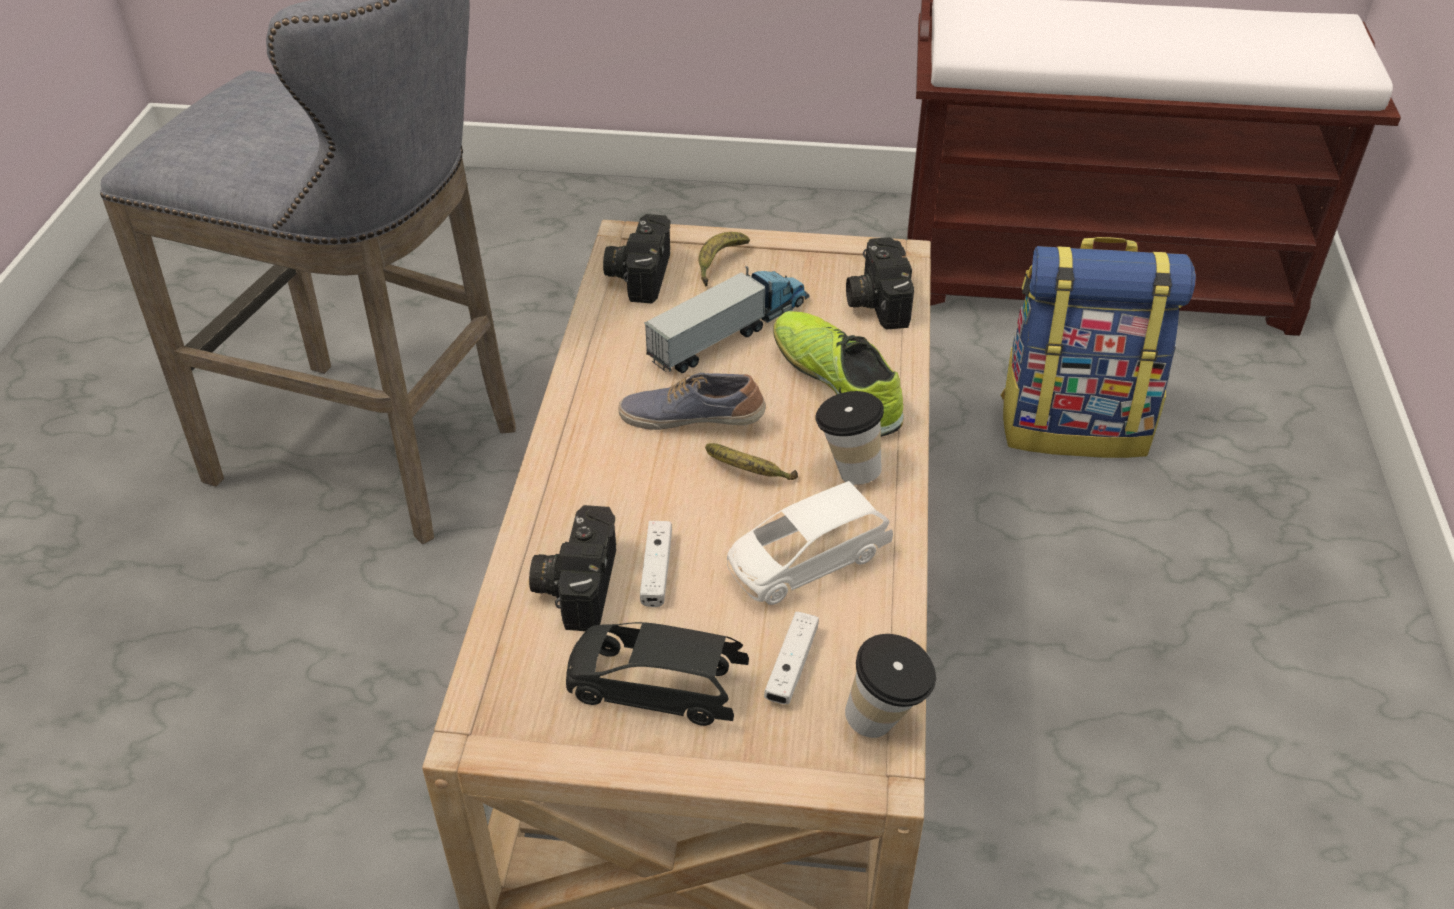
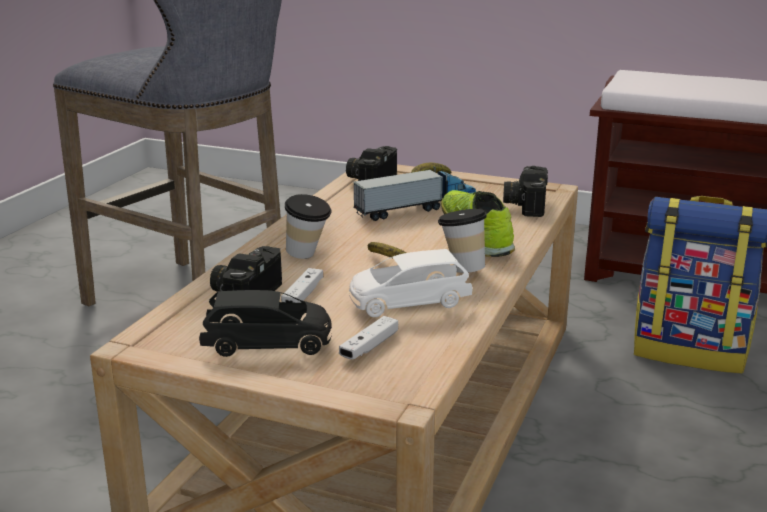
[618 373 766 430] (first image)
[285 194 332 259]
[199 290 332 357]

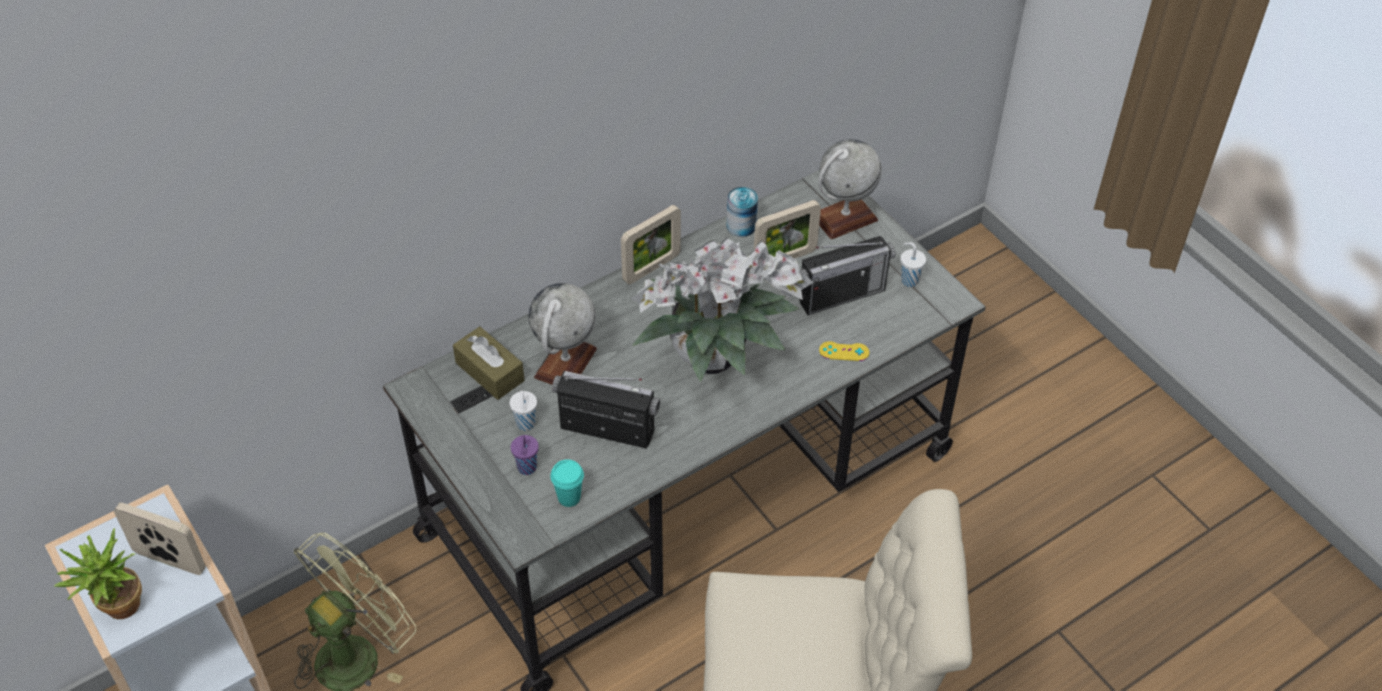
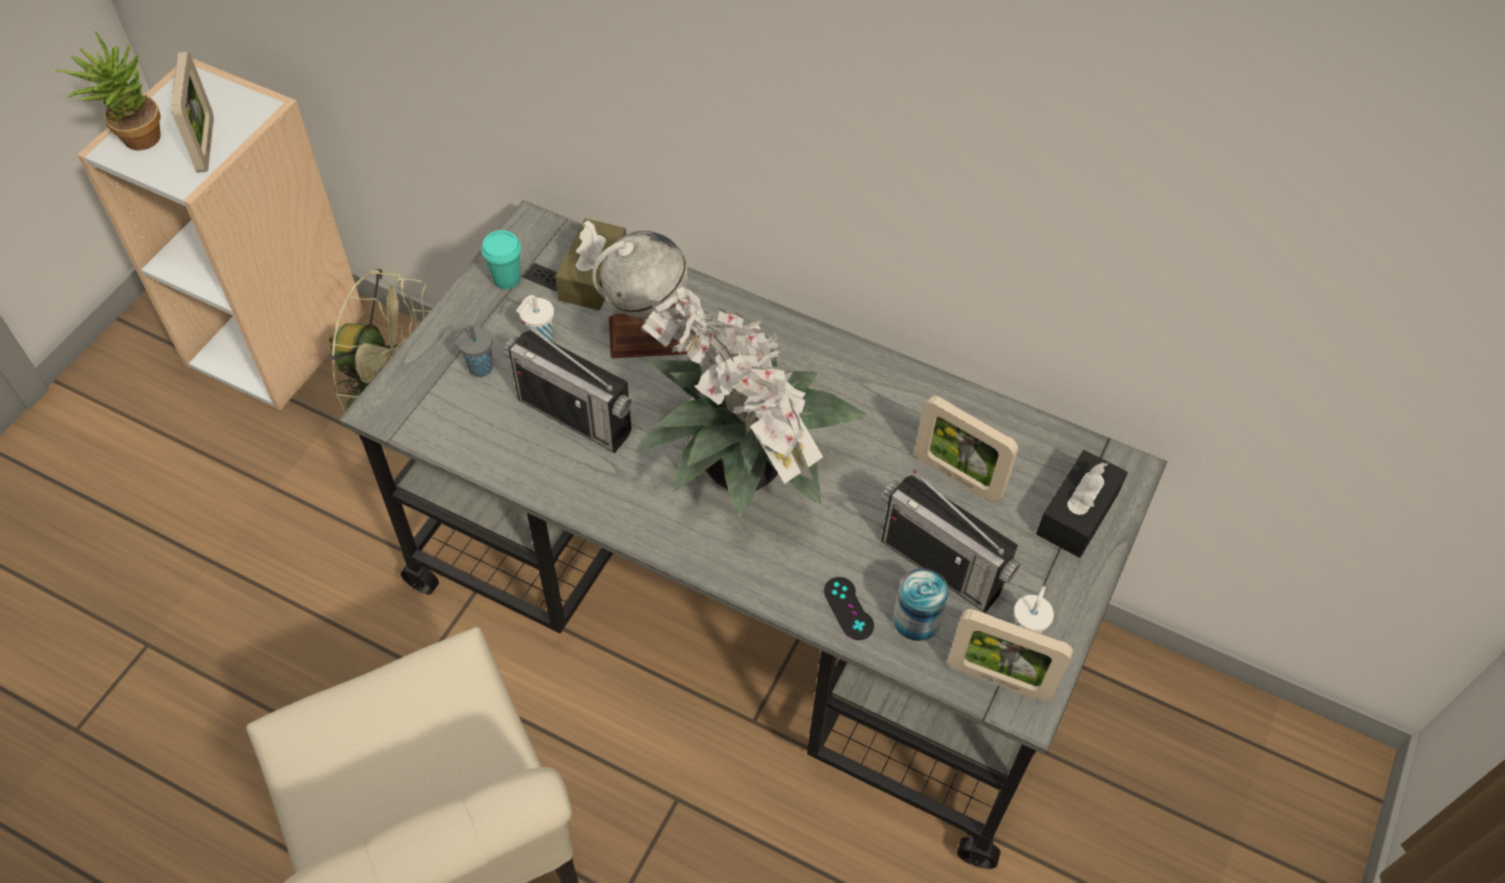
[481 230 521 289]
[947 609 1073 702]
[893 568 949 641]
[1036 450 1128 558]
[452 324 493 377]
[824 577 874 640]
[504 321 632 453]

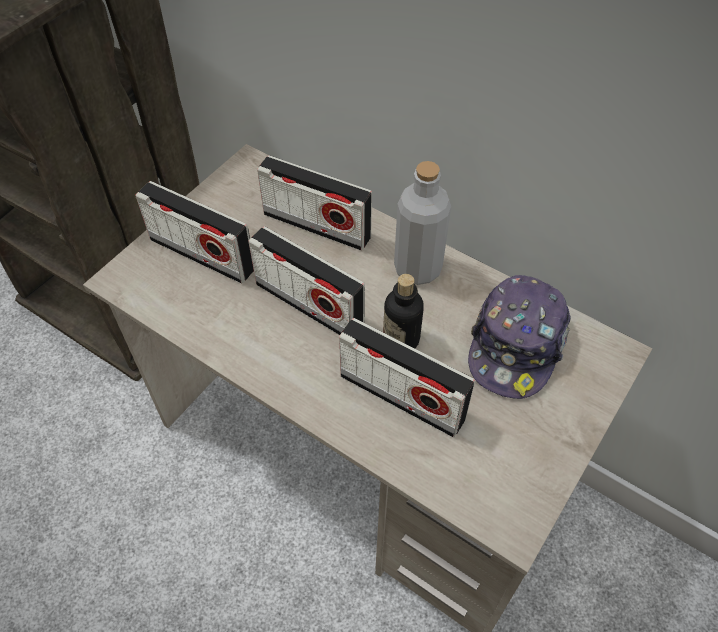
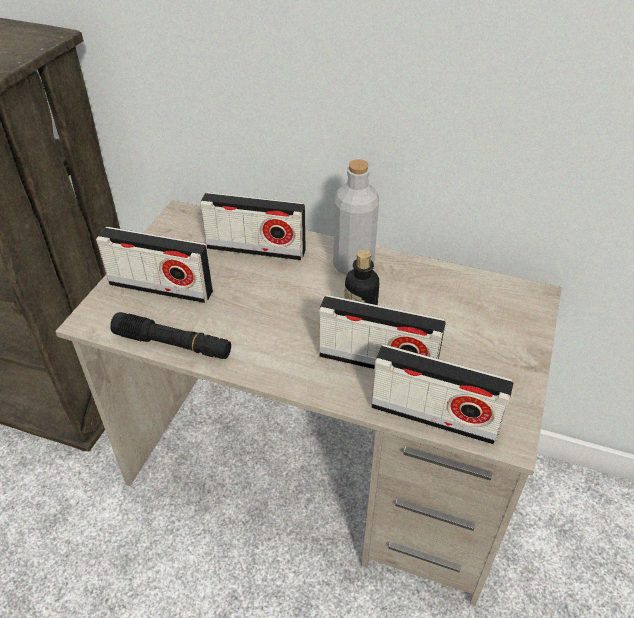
[468 275 571 399] (first image)
[110 312 231 359]
[371 344 513 445]

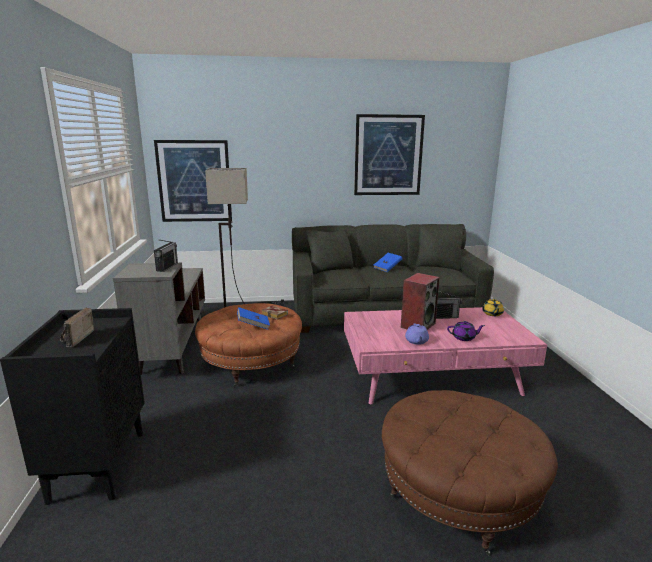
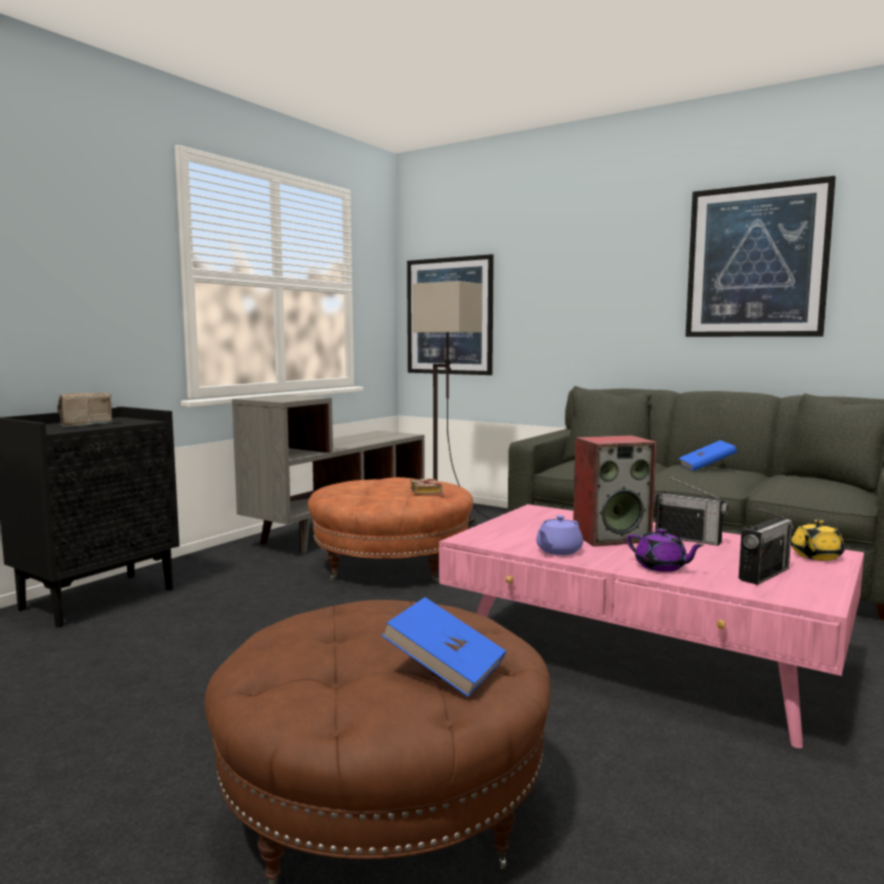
[739 508 793 585]
[381 597 506 697]

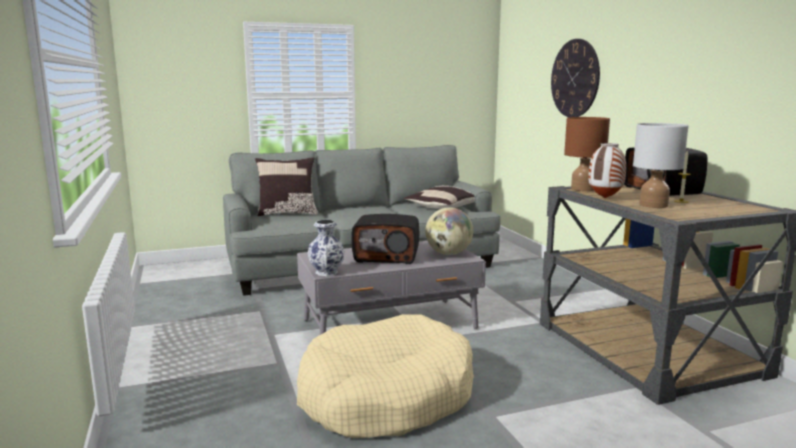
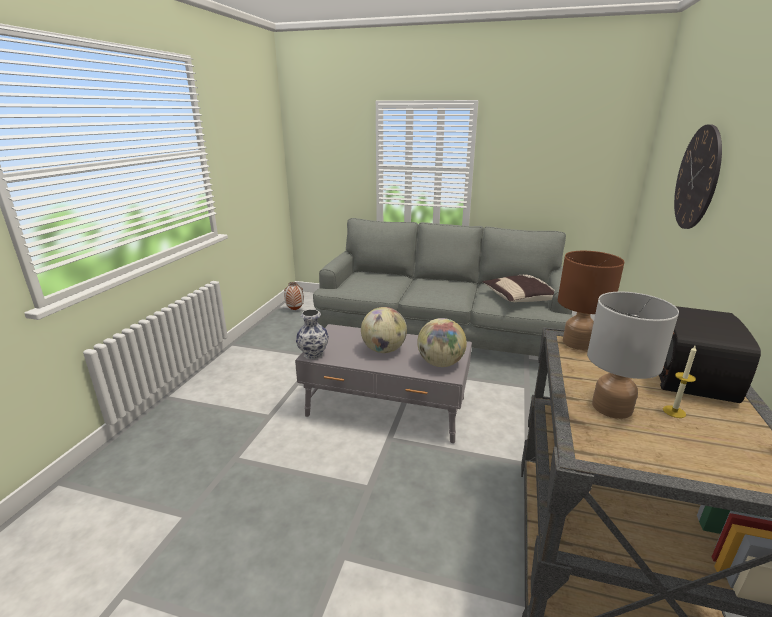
[255 158 318 216] (first image)
[297 314 474 438] (first image)
[284 282 304 310]
[361 307 407 353]

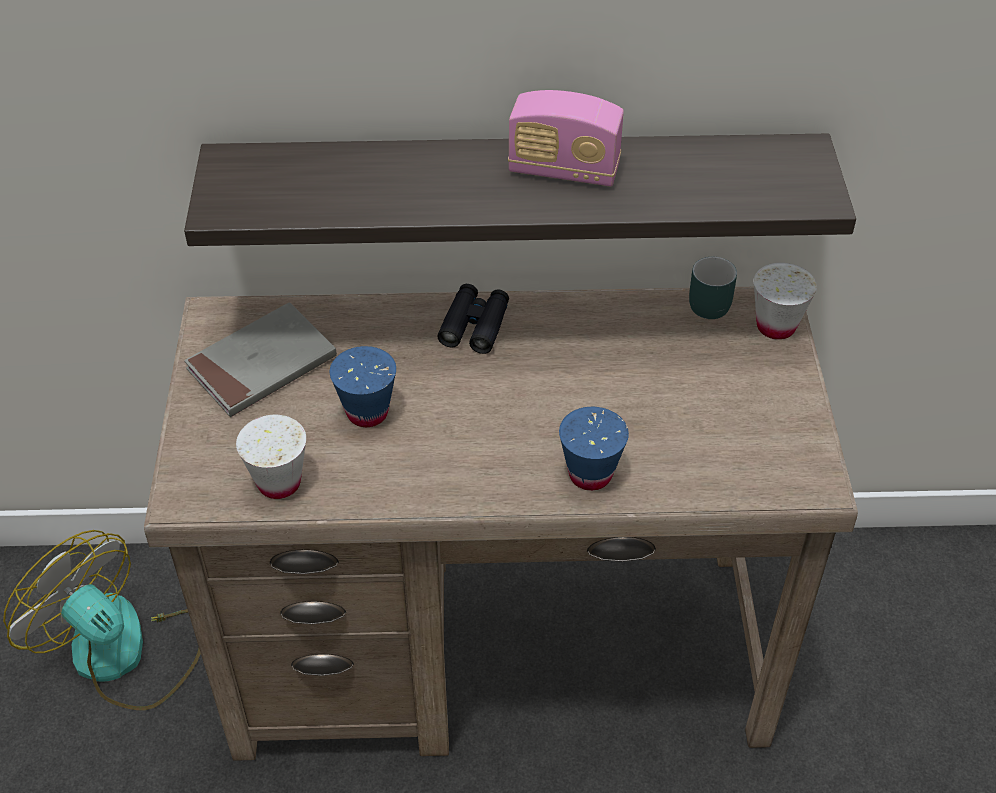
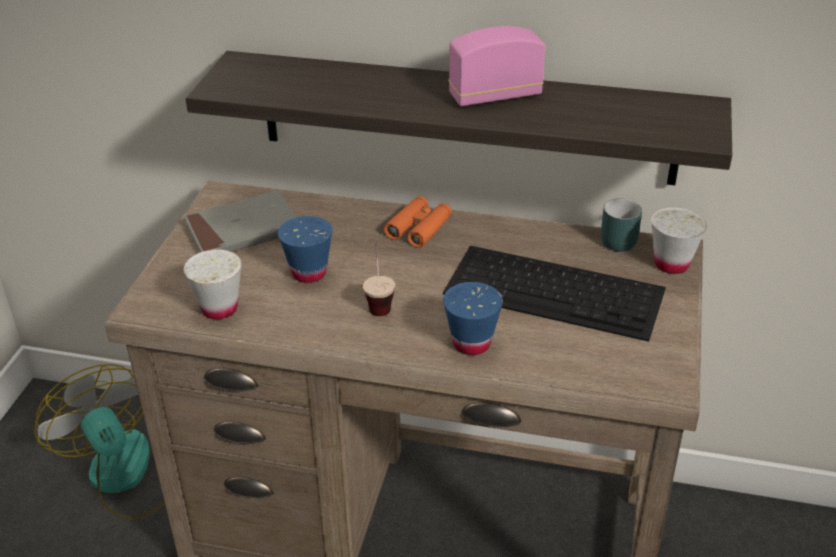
[363 242 395 316]
[443 245 666 342]
[384 196 452 248]
[449 26 545 106]

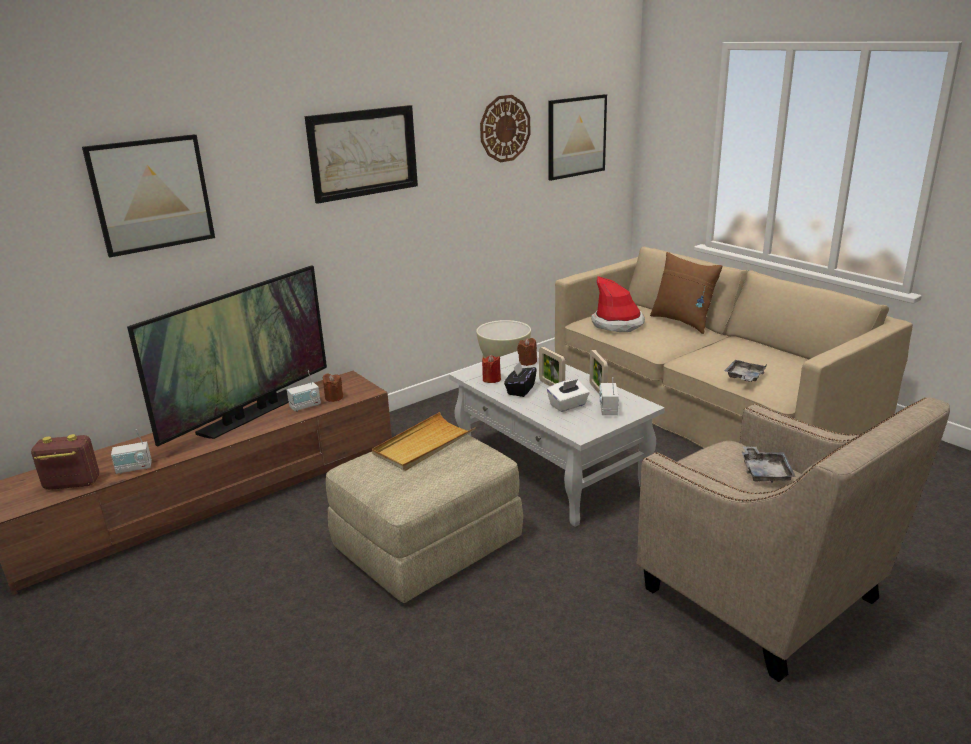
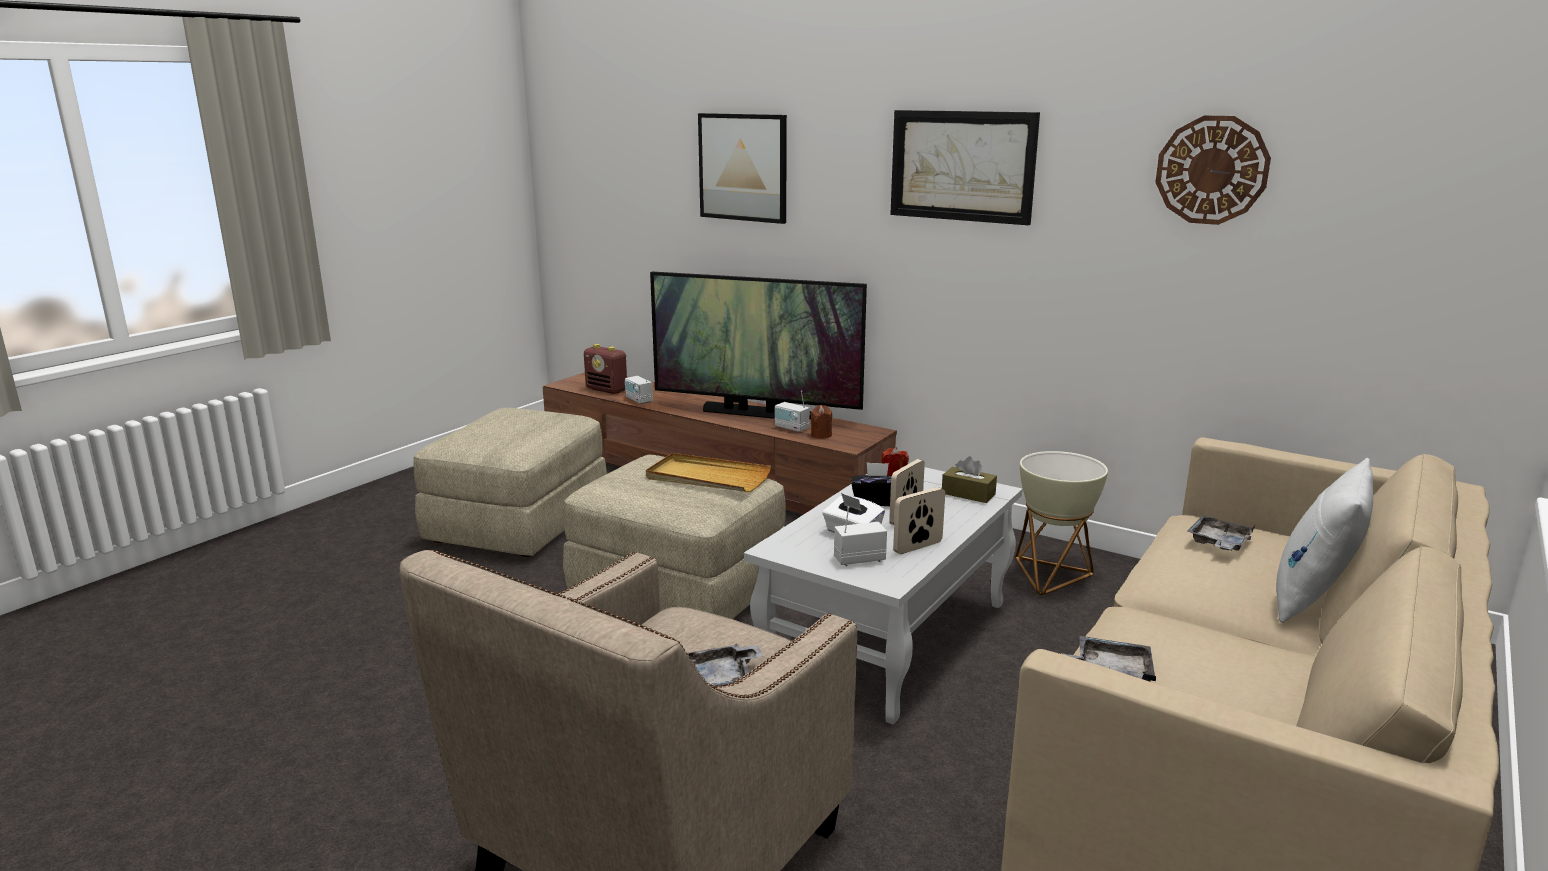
[548 94 607 181] (first image)
[413 408 607 557]
[942 456 997 503]
[1187 515 1256 551]
[1276 458 1373 623]
[584 344 627 394]

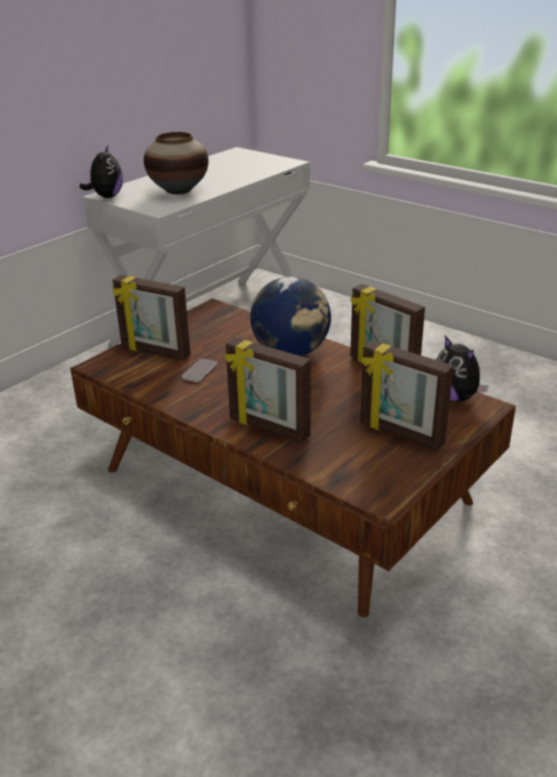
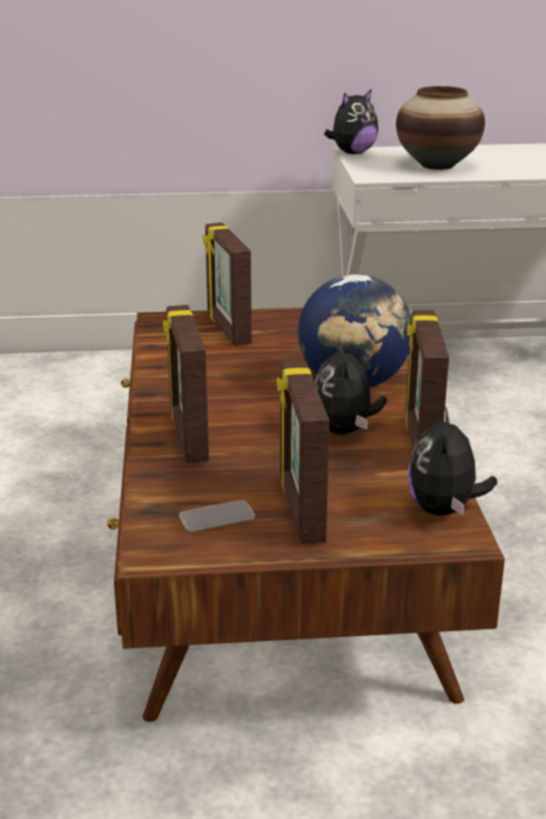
[315 339 387 435]
[180 500 255 532]

